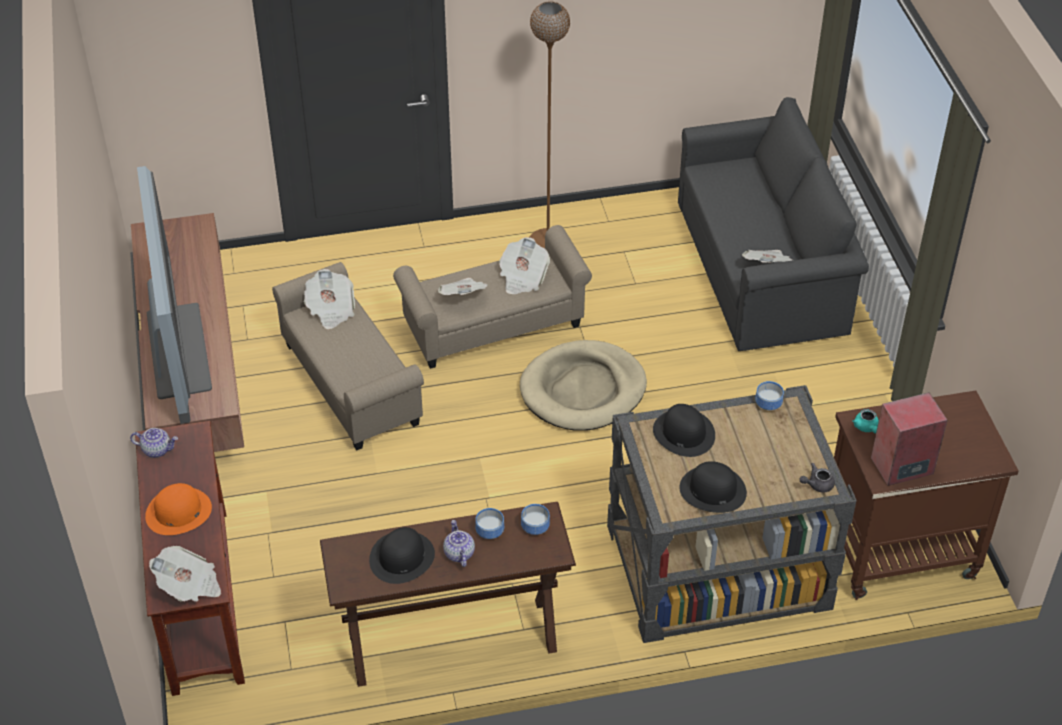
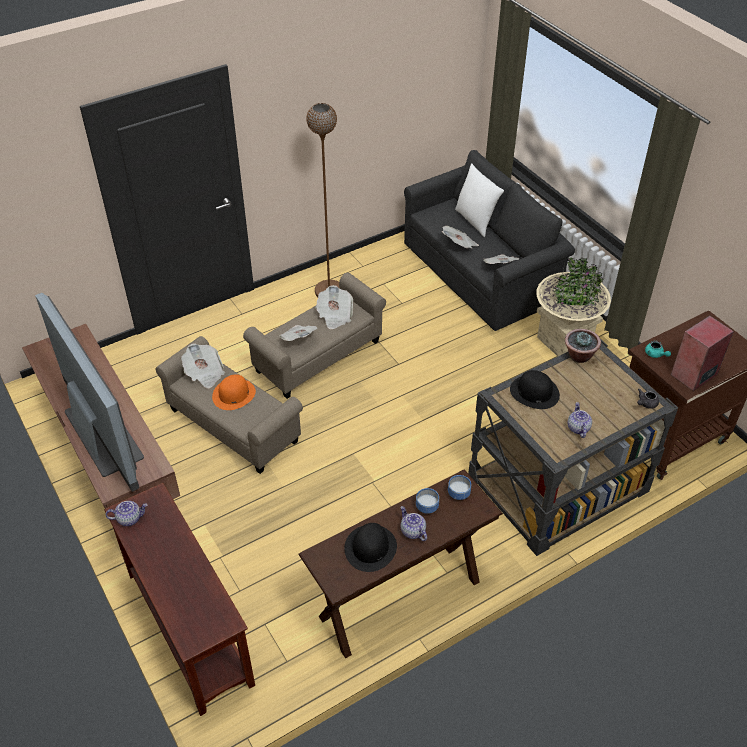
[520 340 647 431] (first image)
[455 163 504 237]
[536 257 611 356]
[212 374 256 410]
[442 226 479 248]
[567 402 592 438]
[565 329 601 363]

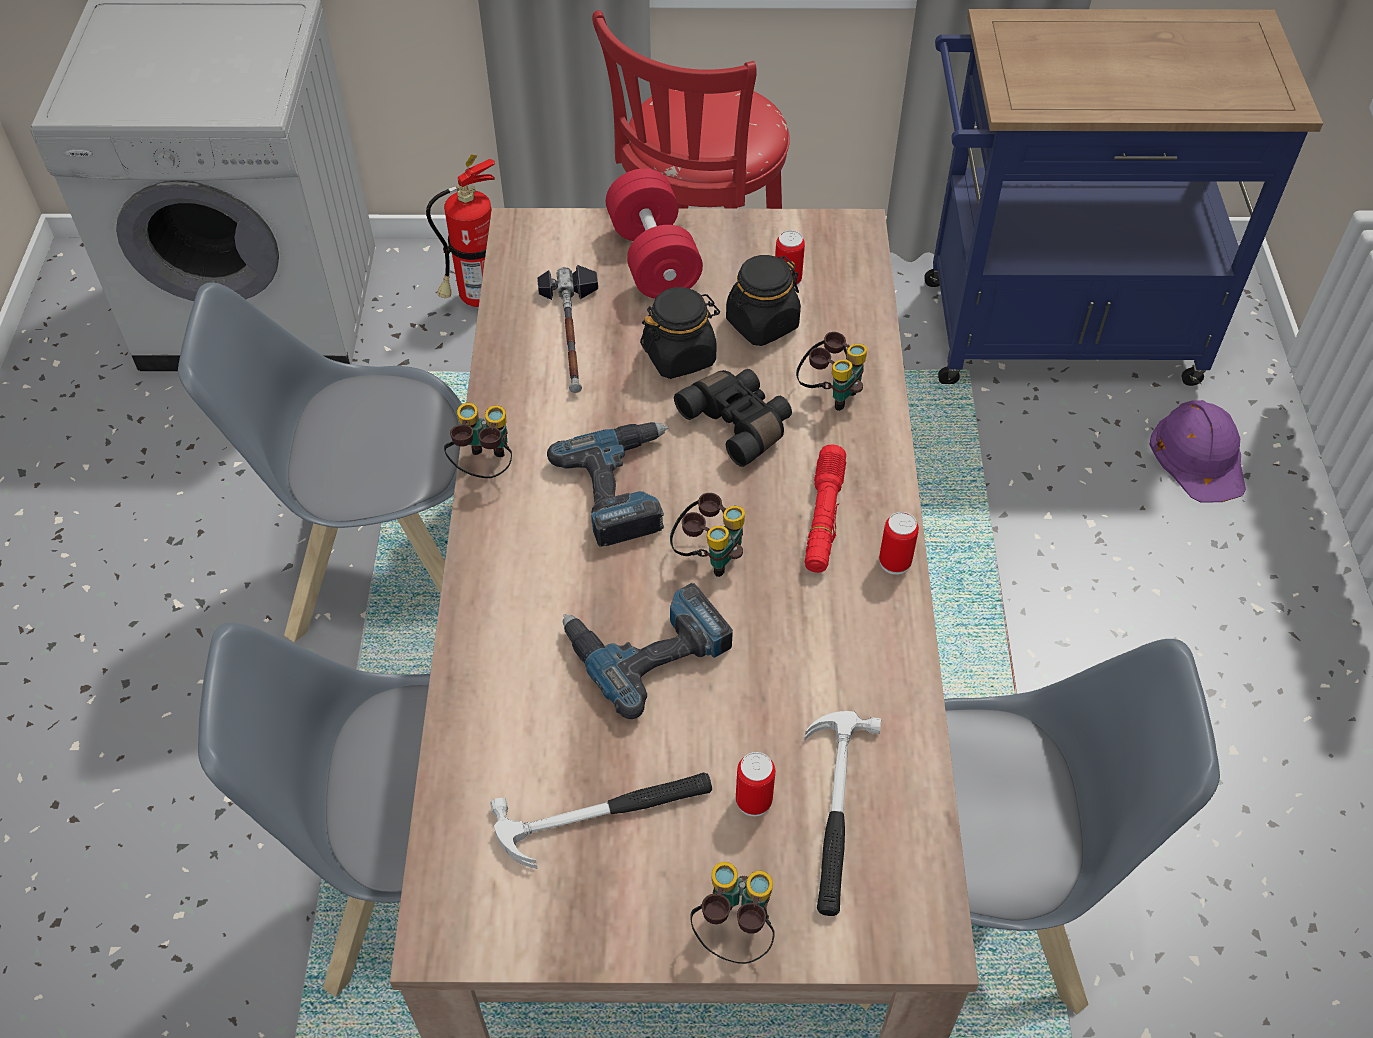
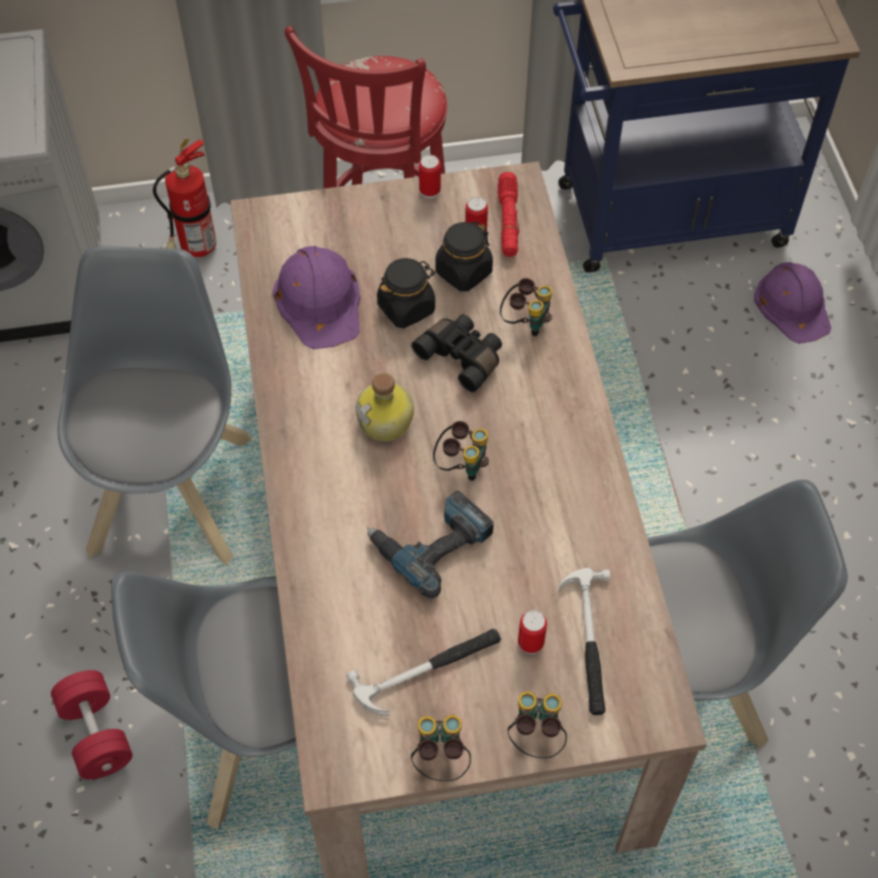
[411 715 471 781]
[51 670 133 779]
[498 172 520 257]
[419 155 441 198]
[272 246 360 349]
[355 373 414 441]
[58 246 252 565]

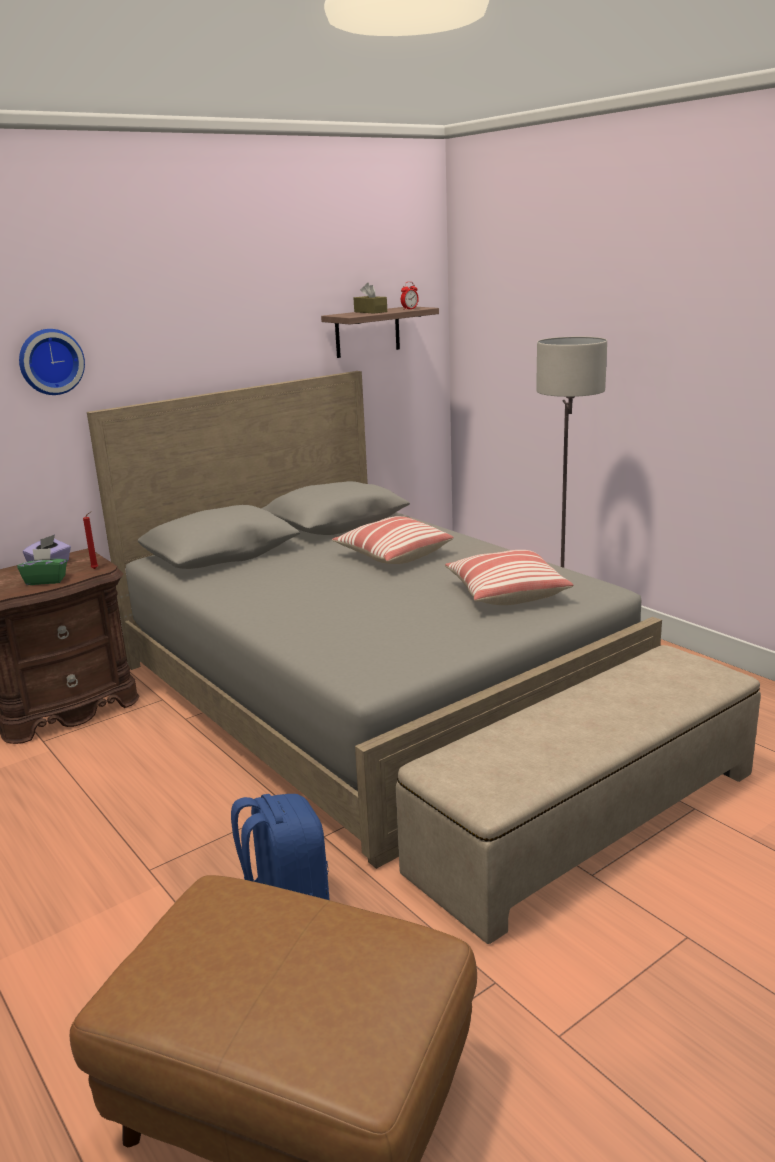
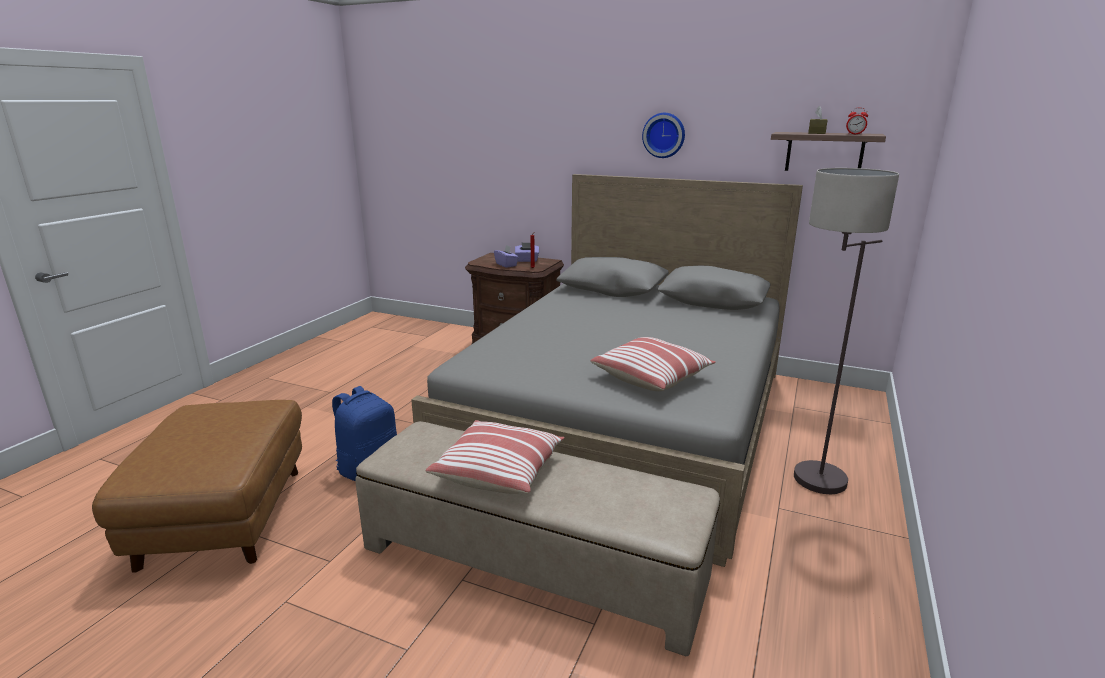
[642 113 685 158]
[426 420 565 494]
[494 245 519 268]

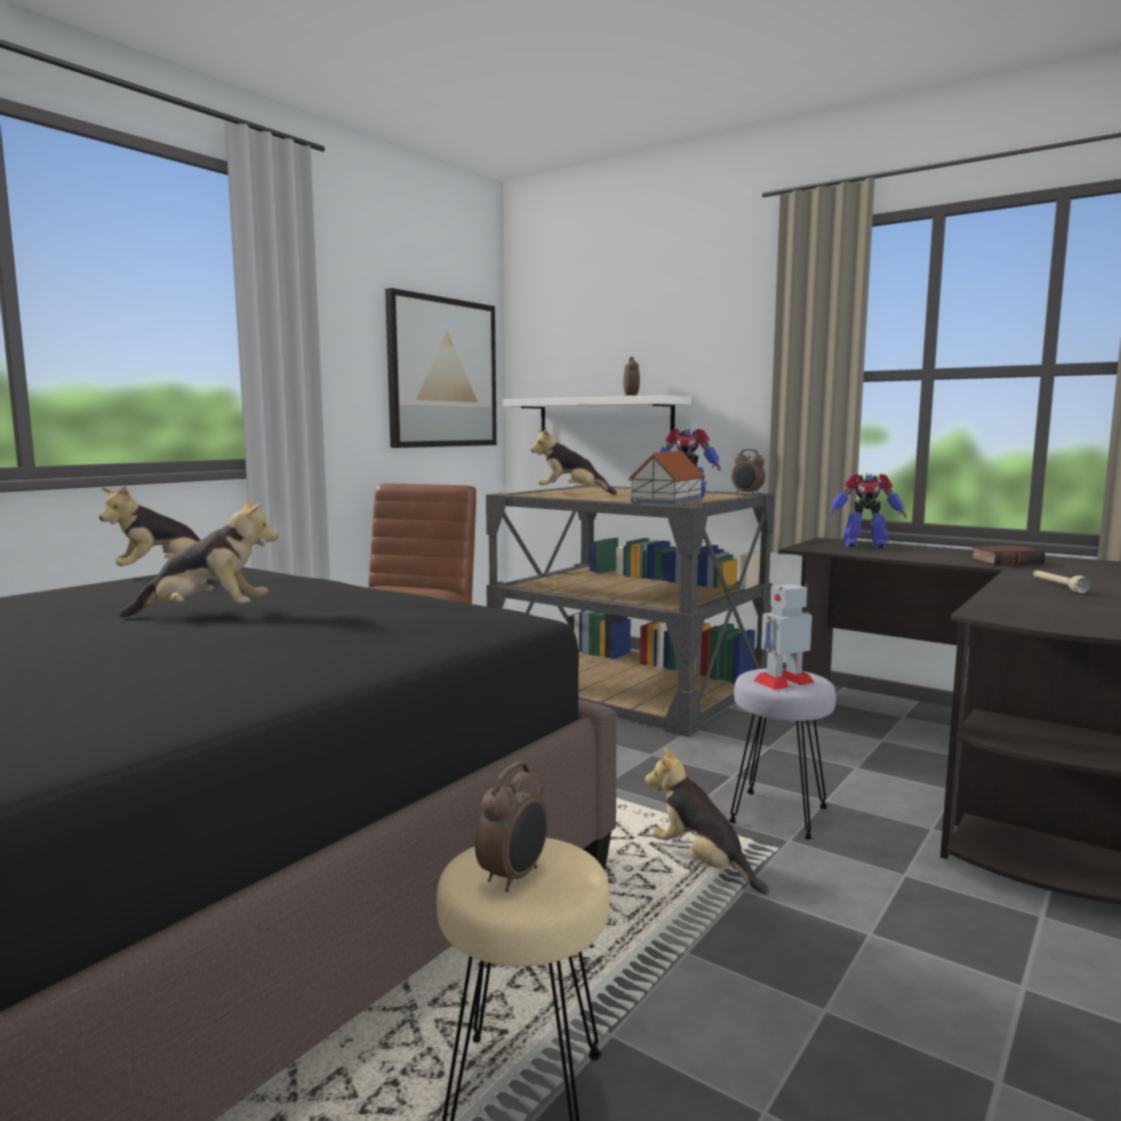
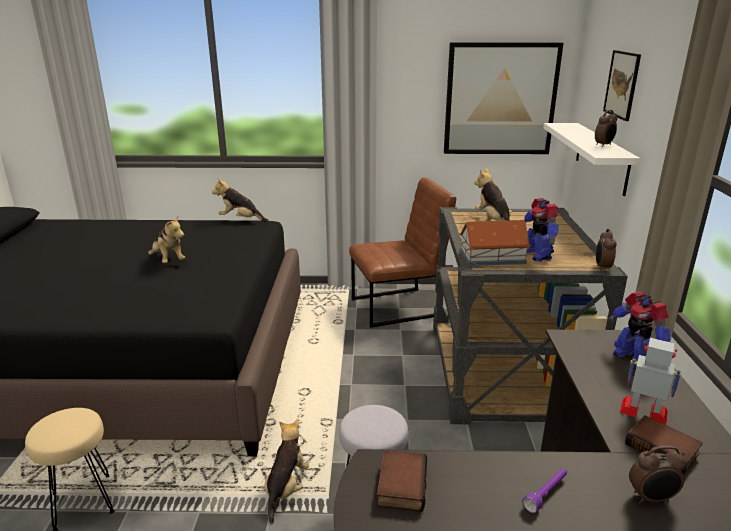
[377 450 427 512]
[603 50 641 121]
[629 446 687 504]
[620 338 682 425]
[522 468 567 513]

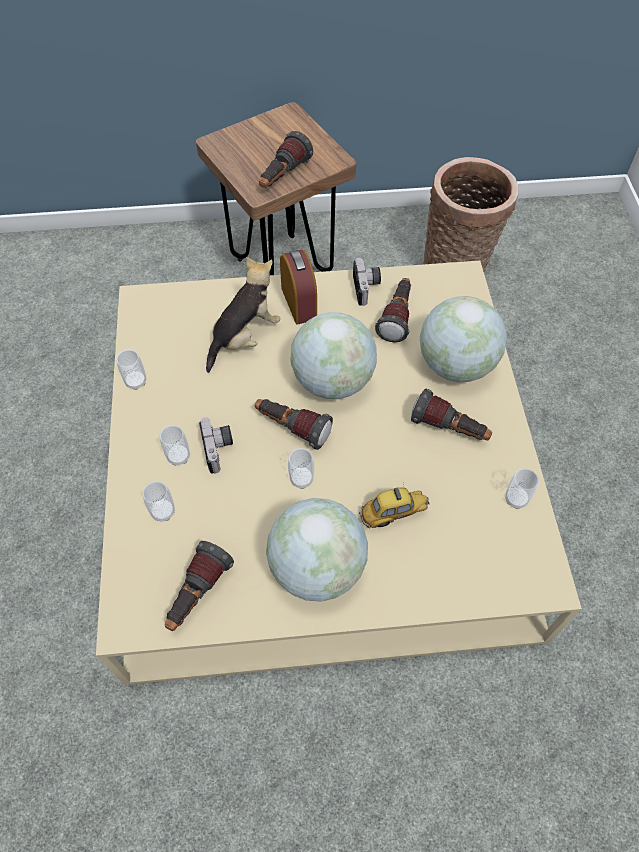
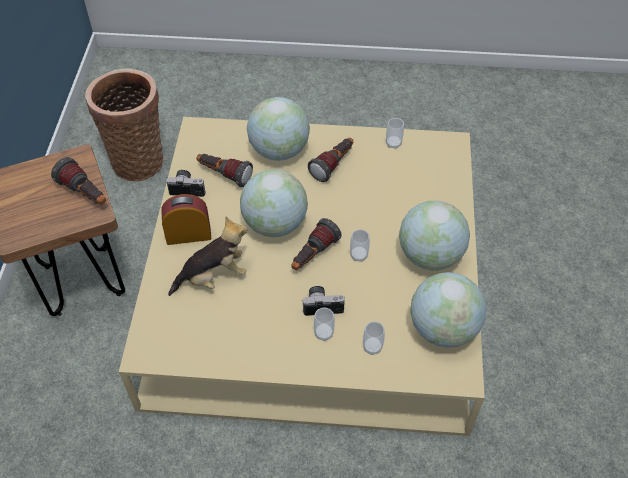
[116 350 146 390] (first image)
[359 484 430 528] (first image)
[410 272 486 348]
[168 217 247 296]

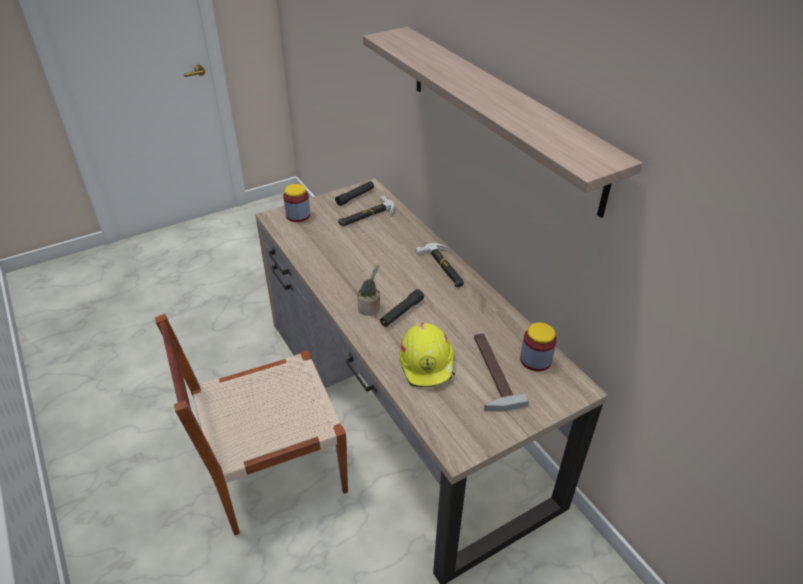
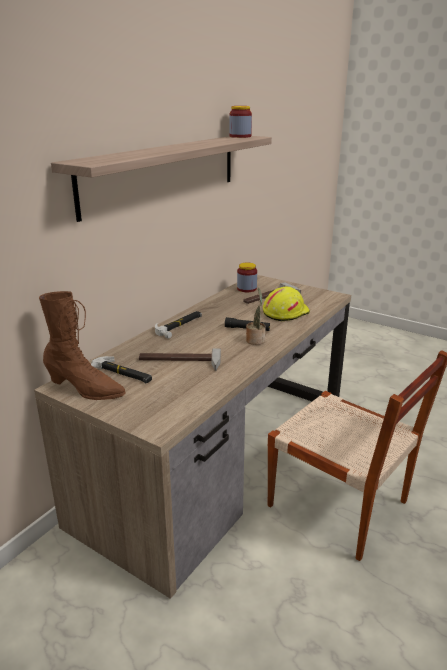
[139 348 221 371]
[229 106 252 138]
[39 291 126 400]

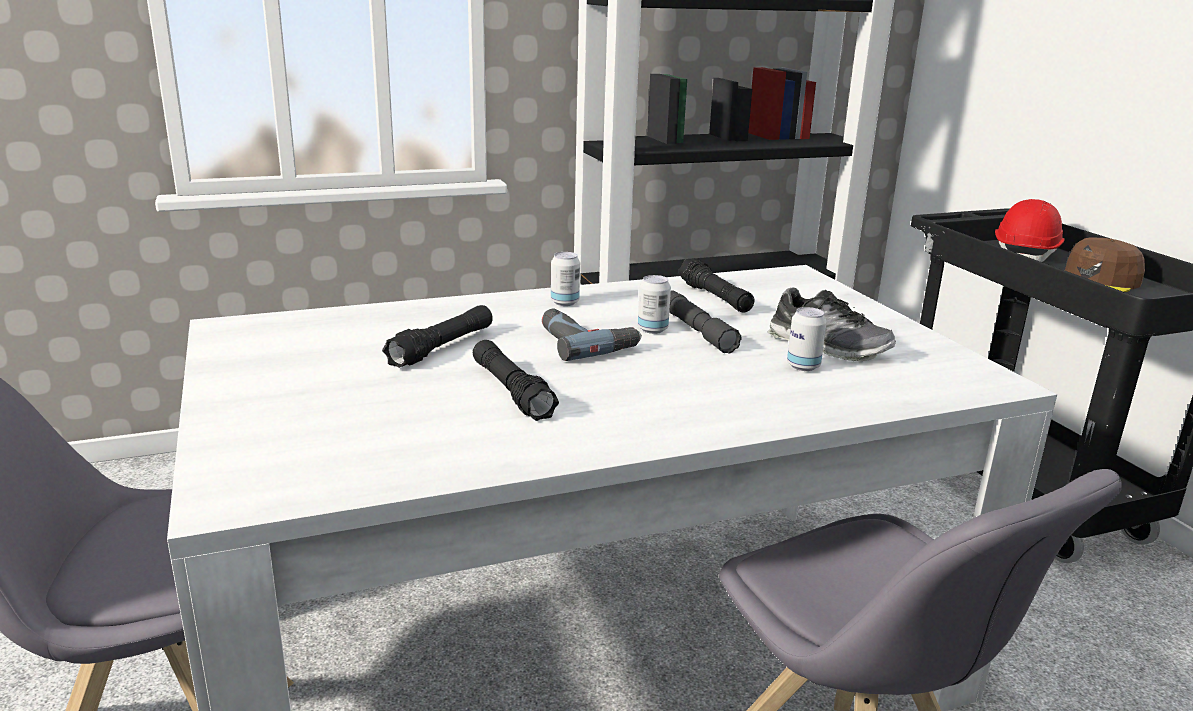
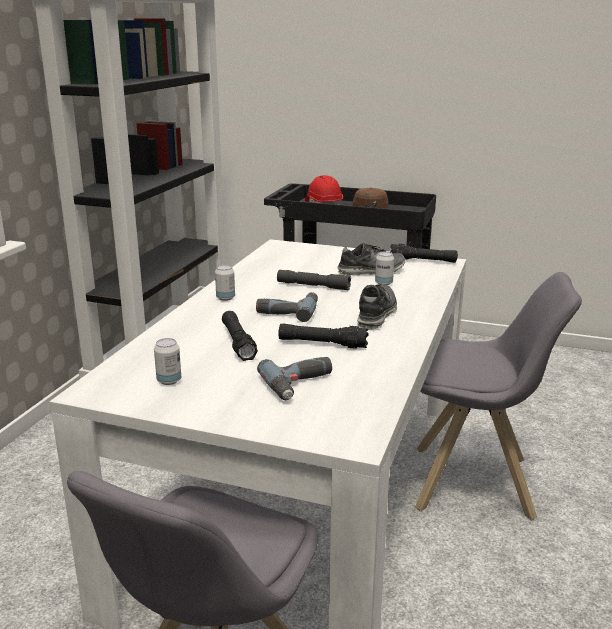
[257 357 332 400]
[357 284 397 329]
[154 338 181 385]
[390 244 458 263]

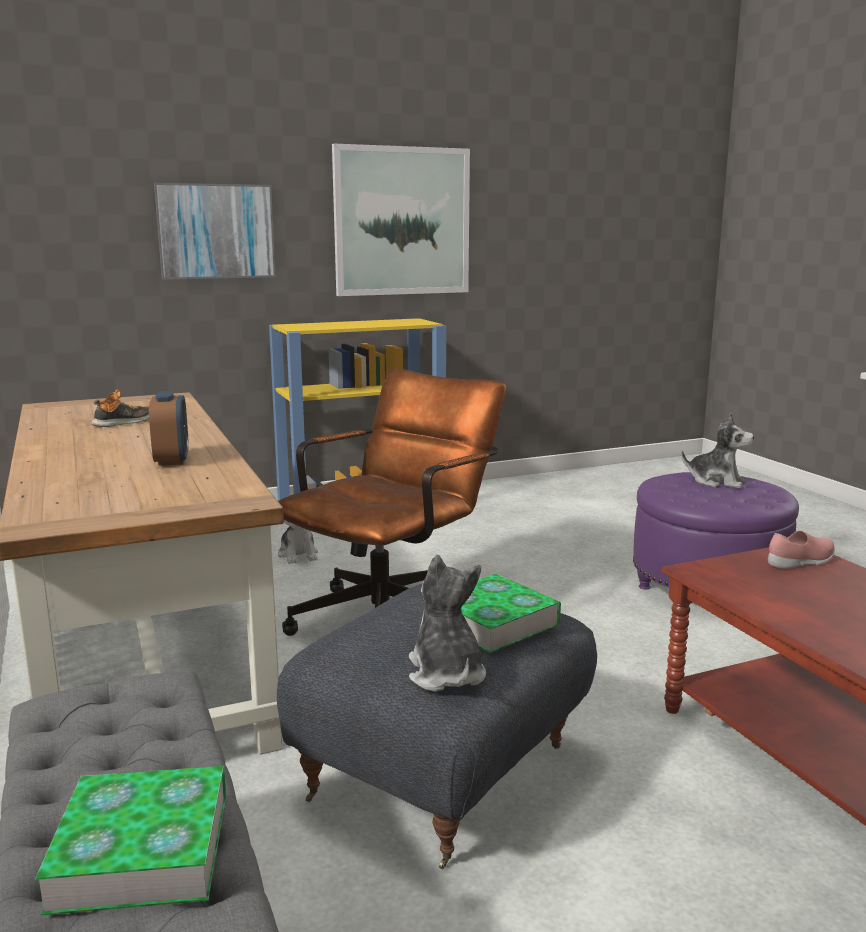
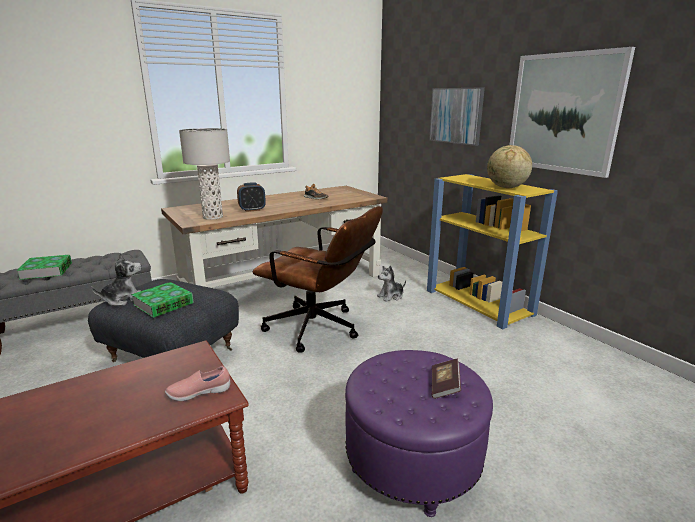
[179 128 230 220]
[487 145 532 188]
[432 358 461 399]
[165 366 230 401]

